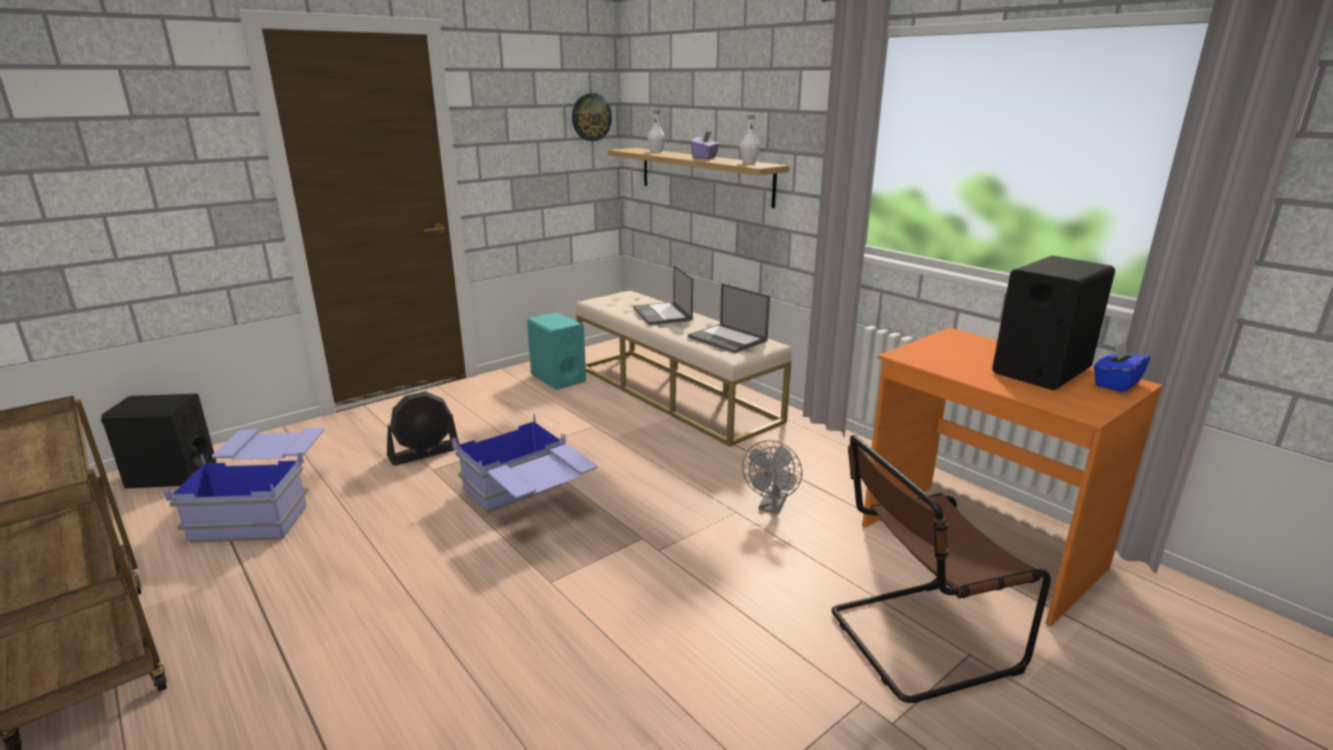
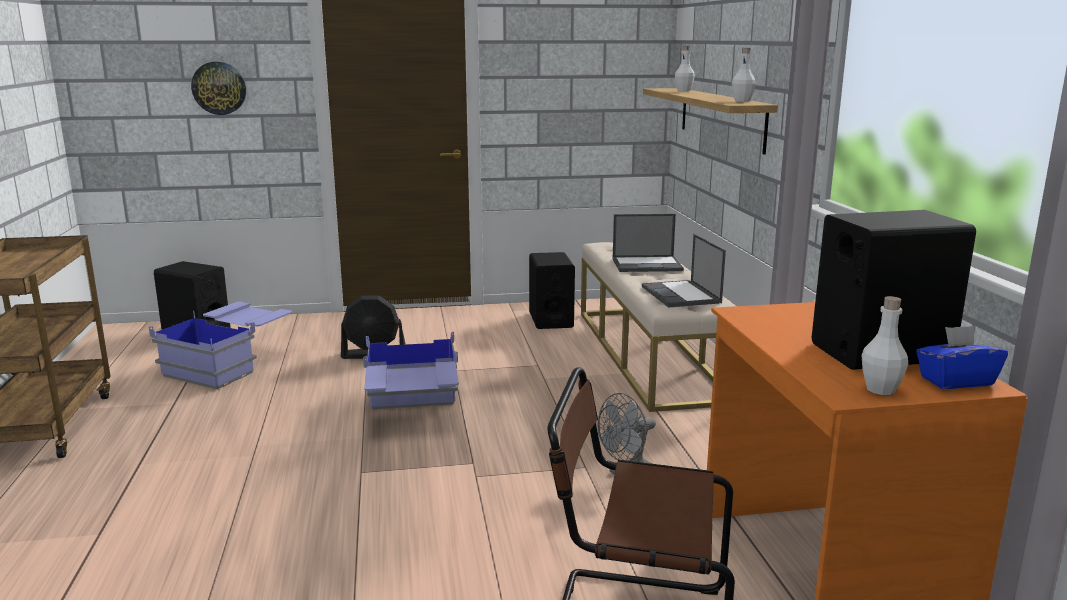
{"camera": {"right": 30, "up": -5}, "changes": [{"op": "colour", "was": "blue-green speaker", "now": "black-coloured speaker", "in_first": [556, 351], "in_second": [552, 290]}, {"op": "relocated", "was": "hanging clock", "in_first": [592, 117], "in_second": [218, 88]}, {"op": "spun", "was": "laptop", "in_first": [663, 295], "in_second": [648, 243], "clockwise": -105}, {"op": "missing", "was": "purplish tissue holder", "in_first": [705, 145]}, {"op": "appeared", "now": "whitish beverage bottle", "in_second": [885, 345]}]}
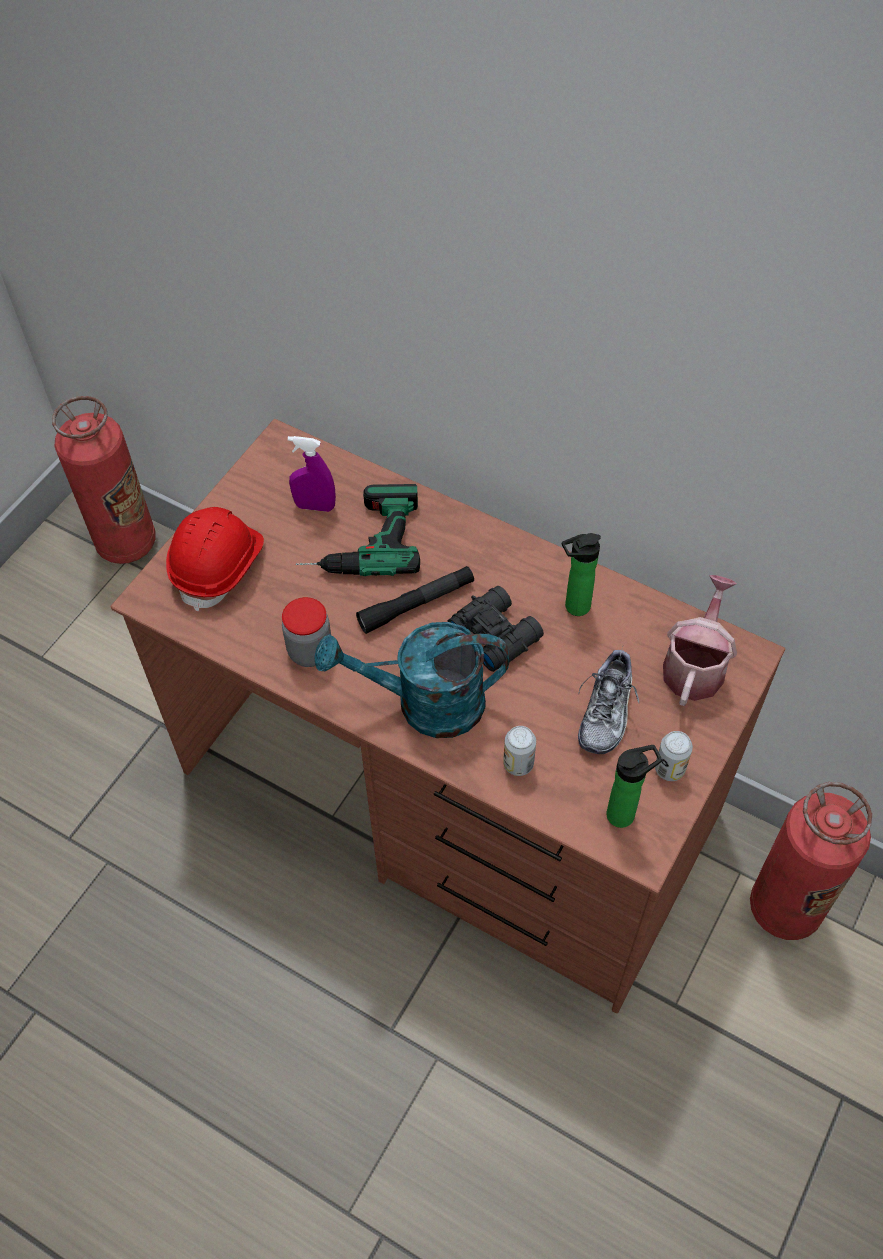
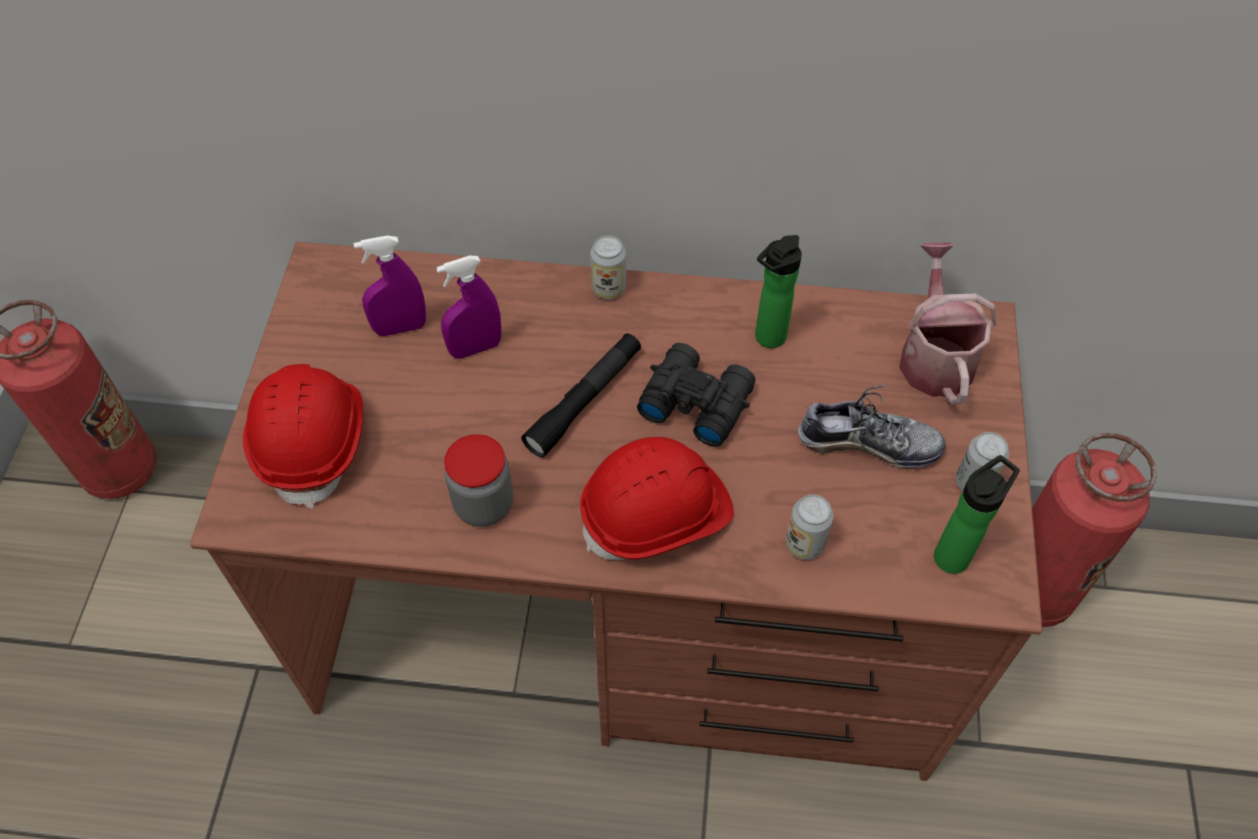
{"camera": {"right": -25, "up": 0}, "changes": [{"op": "exchanged", "was": "power drill", "now": "purplish hand sprayer", "in_first": [358, 530], "in_second": [469, 307]}, {"op": "exchanged", "was": "blue-green watering can", "now": "reddish safety helmet", "in_first": [411, 680], "in_second": [657, 498]}, {"op": "spun", "was": "shoe", "in_first": [608, 700], "in_second": [871, 426], "clockwise": -75}, {"op": "appeared", "now": "metal can", "in_second": [608, 267]}]}
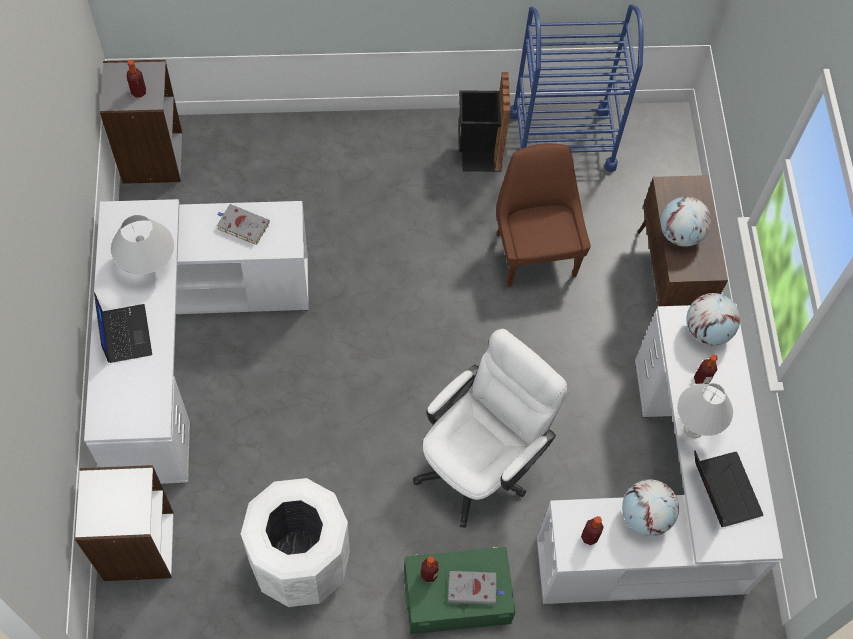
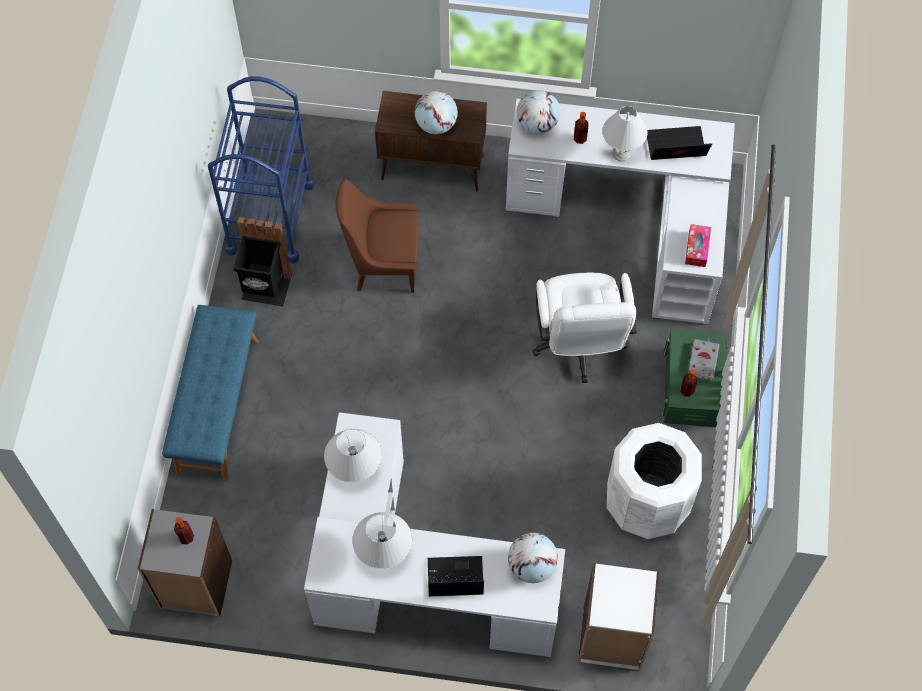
{"camera": {"right": -75, "up": 0}, "changes": [{"op": "exchanged", "was": "gray bound book", "now": "whitish tabletop lamp", "in_first": [243, 224], "in_second": [353, 455]}, {"op": "spun", "was": "whitish office chair", "in_first": [490, 428], "in_second": [584, 328], "clockwise": -150}, {"op": "exchanged", "was": "beverage bottle", "now": "tissue holder", "in_first": [592, 530], "in_second": [698, 245]}, {"op": "relocated", "was": "desk globe", "in_first": [650, 508], "in_second": [533, 558]}, {"op": "appeared", "now": "blue bench", "in_second": [210, 393]}]}
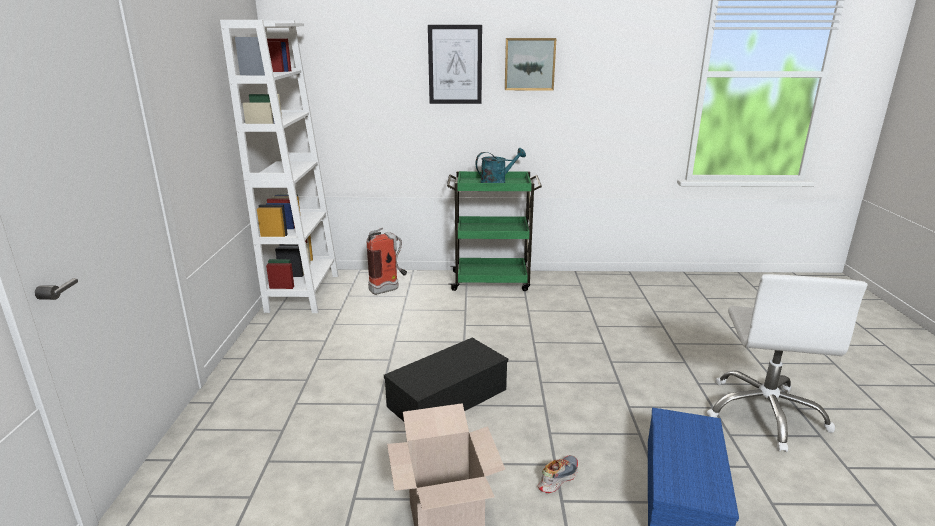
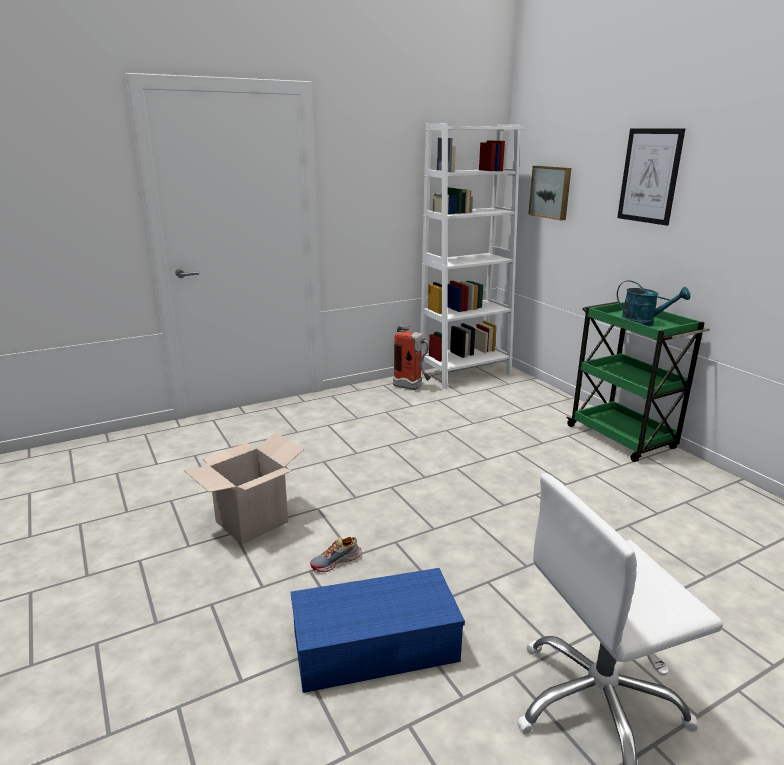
{"camera": {"right": 60, "up": 0}, "changes": [{"op": "relocated", "was": "extinguisher", "in_first": [387, 261], "in_second": [412, 357]}, {"op": "missing", "was": "black-coloured storage container", "in_first": [446, 379]}, {"op": "relocated", "was": "picture", "in_first": [530, 64], "in_second": [549, 193]}, {"op": "spun", "was": "shoe", "in_first": [558, 474], "in_second": [336, 554], "clockwise": 135}]}
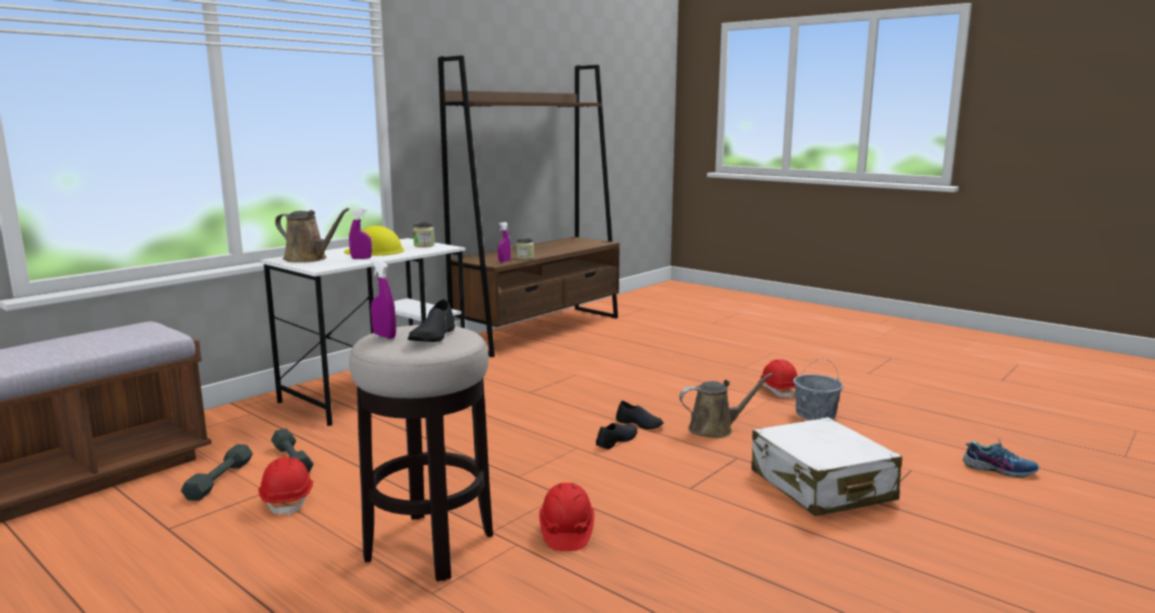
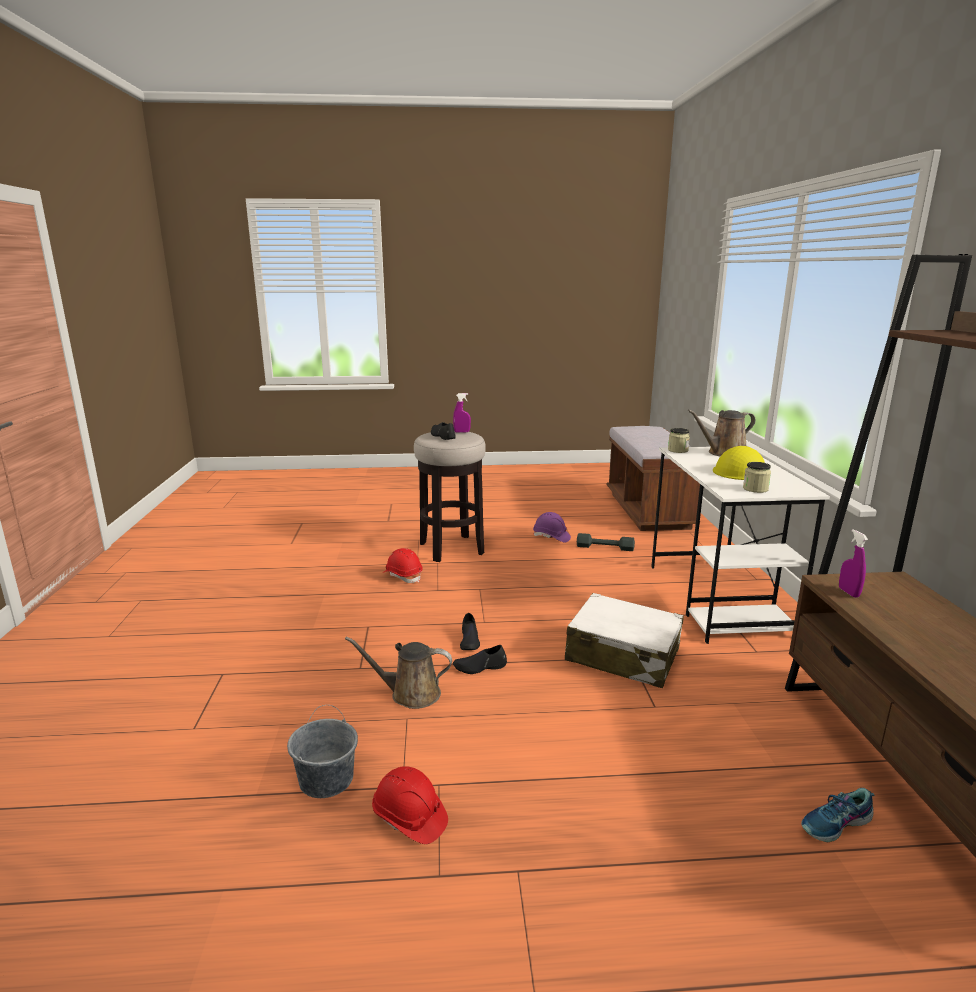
{"camera": {"right": 135, "up": 5}, "changes": [{"op": "missing", "was": "gray dumbbell", "in_first": [217, 472]}, {"op": "colour", "was": "reddish safety helmet", "now": "purplish safety helmet", "in_first": [285, 486], "in_second": [552, 527]}, {"op": "missing", "was": "purplish hand sprayer", "in_first": [360, 234]}, {"op": "relocated", "was": "preserve jar", "in_first": [525, 249], "in_second": [679, 440]}, {"op": "spun", "was": "brownish watering can", "in_first": [726, 405], "in_second": [398, 673], "clockwise": 60}, {"op": "relocated", "was": "whitish suitcase", "in_first": [827, 466], "in_second": [624, 640]}, {"op": "relocated", "was": "shoe", "in_first": [1001, 457], "in_second": [838, 815]}]}
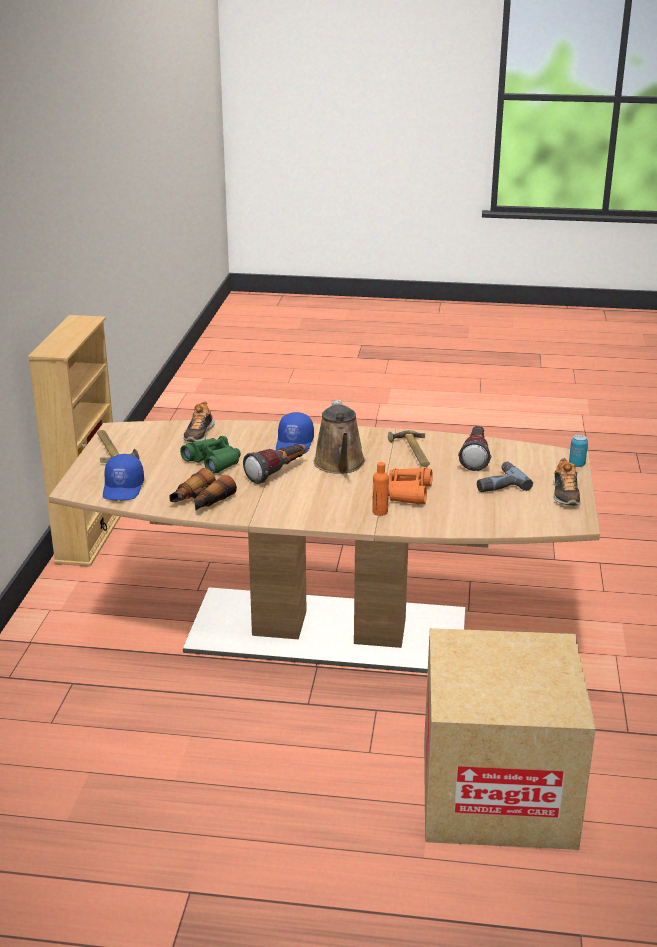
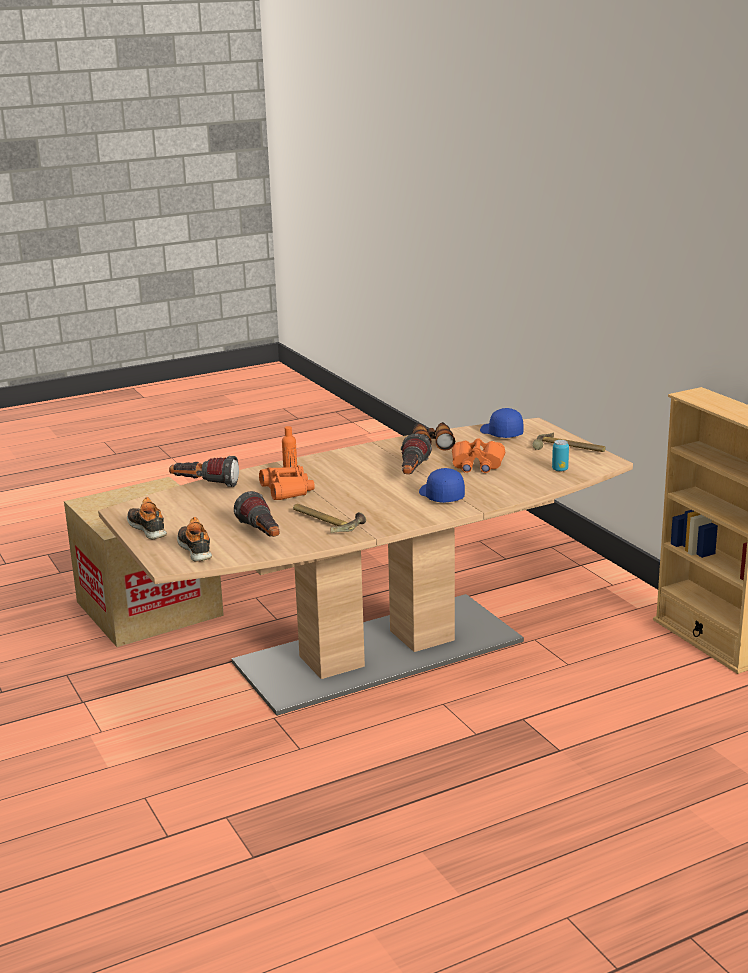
{"camera": {"right": 145, "up": -5}, "changes": [{"op": "colour", "was": "green-coloured pair of binoculars", "now": "orange pair of binoculars", "in_first": [210, 455], "in_second": [478, 455]}, {"op": "relocated", "was": "shoe", "in_first": [199, 421], "in_second": [194, 539]}, {"op": "missing", "was": "brownish watering can", "in_first": [339, 437]}, {"op": "missing", "was": "power drill", "in_first": [505, 477]}, {"op": "relocated", "was": "metal can", "in_first": [578, 451], "in_second": [560, 455]}, {"op": "appeared", "now": "hand torch", "in_second": [204, 471]}]}
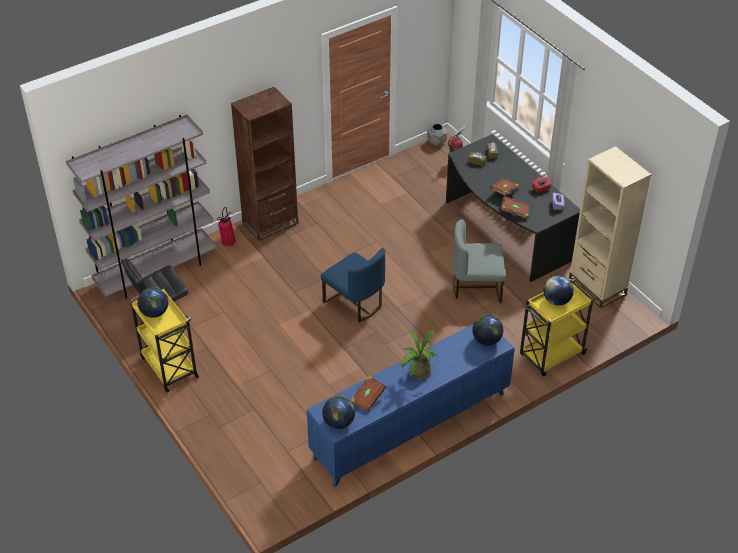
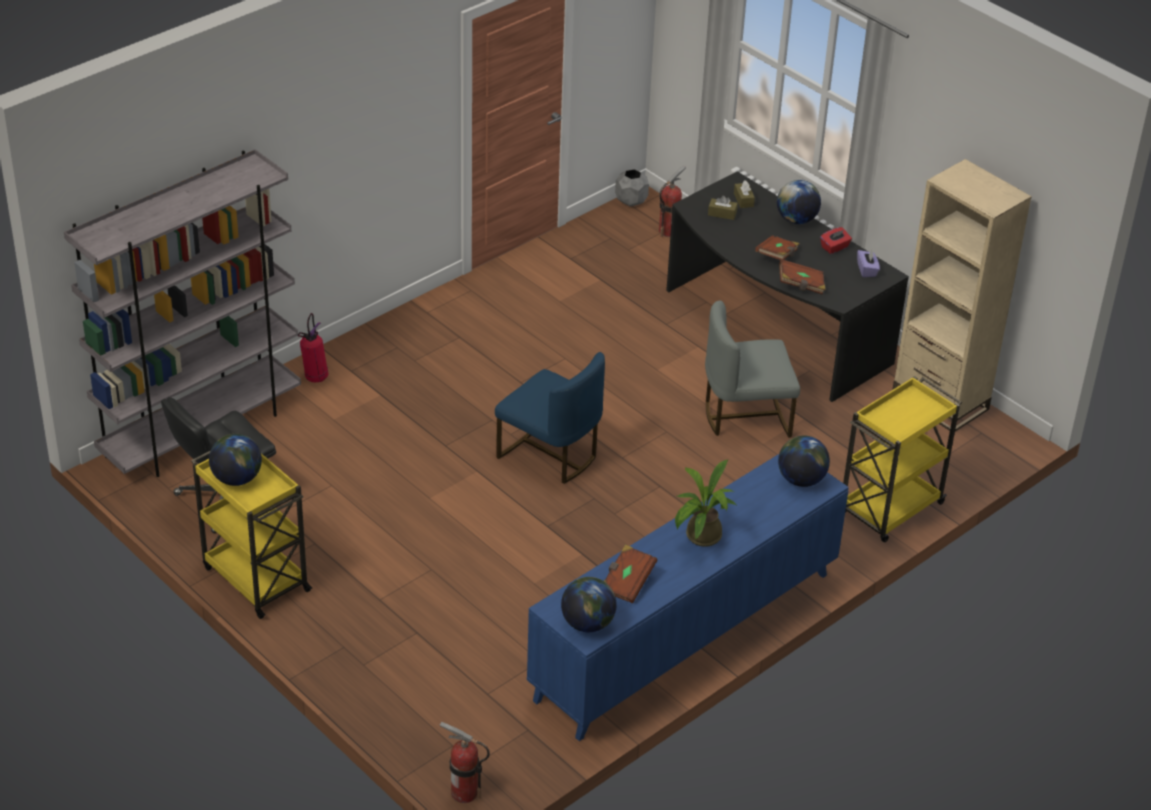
{"camera": {"right": -10, "up": -5}, "changes": [{"op": "missing", "was": "brownish bookshelf", "in_first": [264, 164]}, {"op": "relocated", "was": "desk globe", "in_first": [558, 291], "in_second": [799, 202]}, {"op": "appeared", "now": "extinguisher", "in_second": [465, 762]}]}
